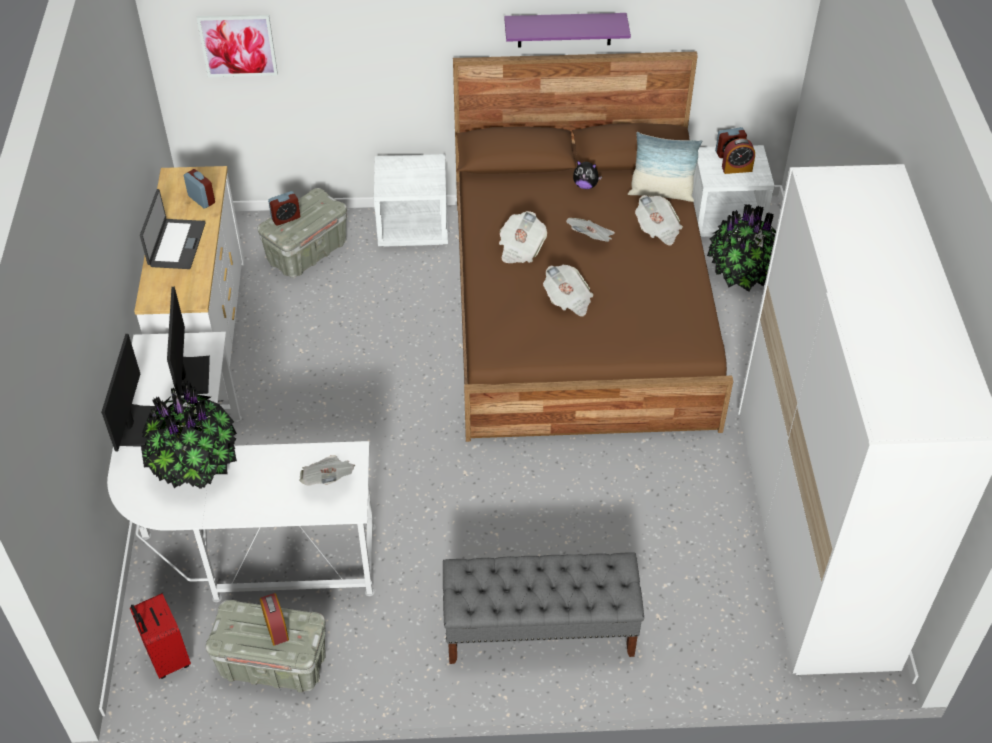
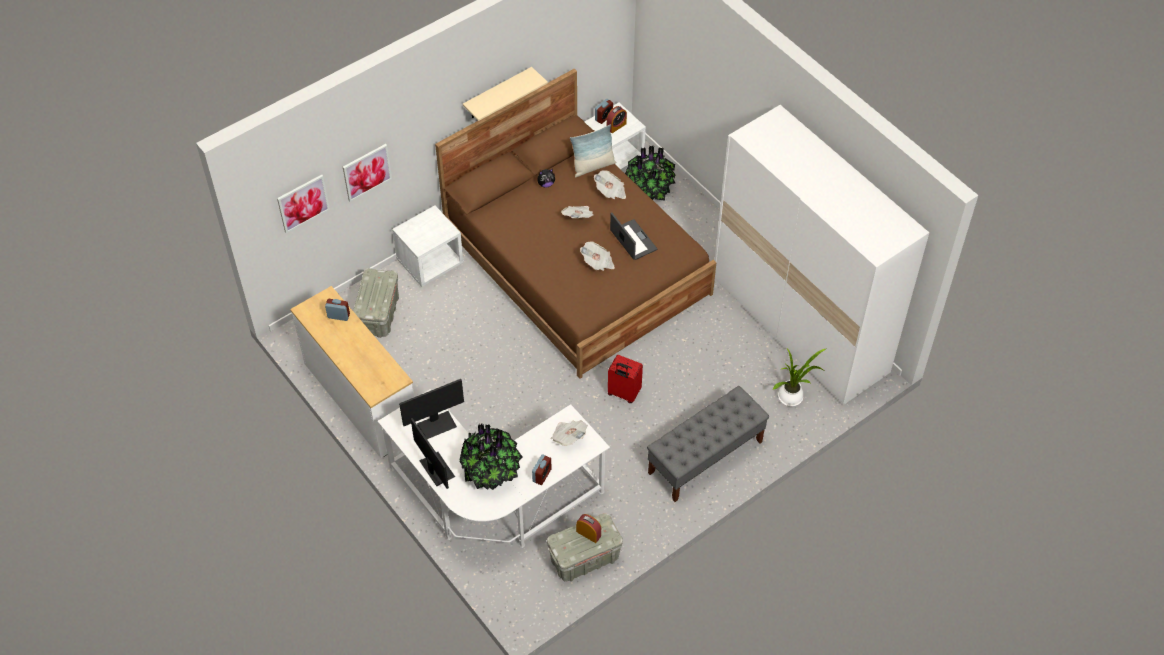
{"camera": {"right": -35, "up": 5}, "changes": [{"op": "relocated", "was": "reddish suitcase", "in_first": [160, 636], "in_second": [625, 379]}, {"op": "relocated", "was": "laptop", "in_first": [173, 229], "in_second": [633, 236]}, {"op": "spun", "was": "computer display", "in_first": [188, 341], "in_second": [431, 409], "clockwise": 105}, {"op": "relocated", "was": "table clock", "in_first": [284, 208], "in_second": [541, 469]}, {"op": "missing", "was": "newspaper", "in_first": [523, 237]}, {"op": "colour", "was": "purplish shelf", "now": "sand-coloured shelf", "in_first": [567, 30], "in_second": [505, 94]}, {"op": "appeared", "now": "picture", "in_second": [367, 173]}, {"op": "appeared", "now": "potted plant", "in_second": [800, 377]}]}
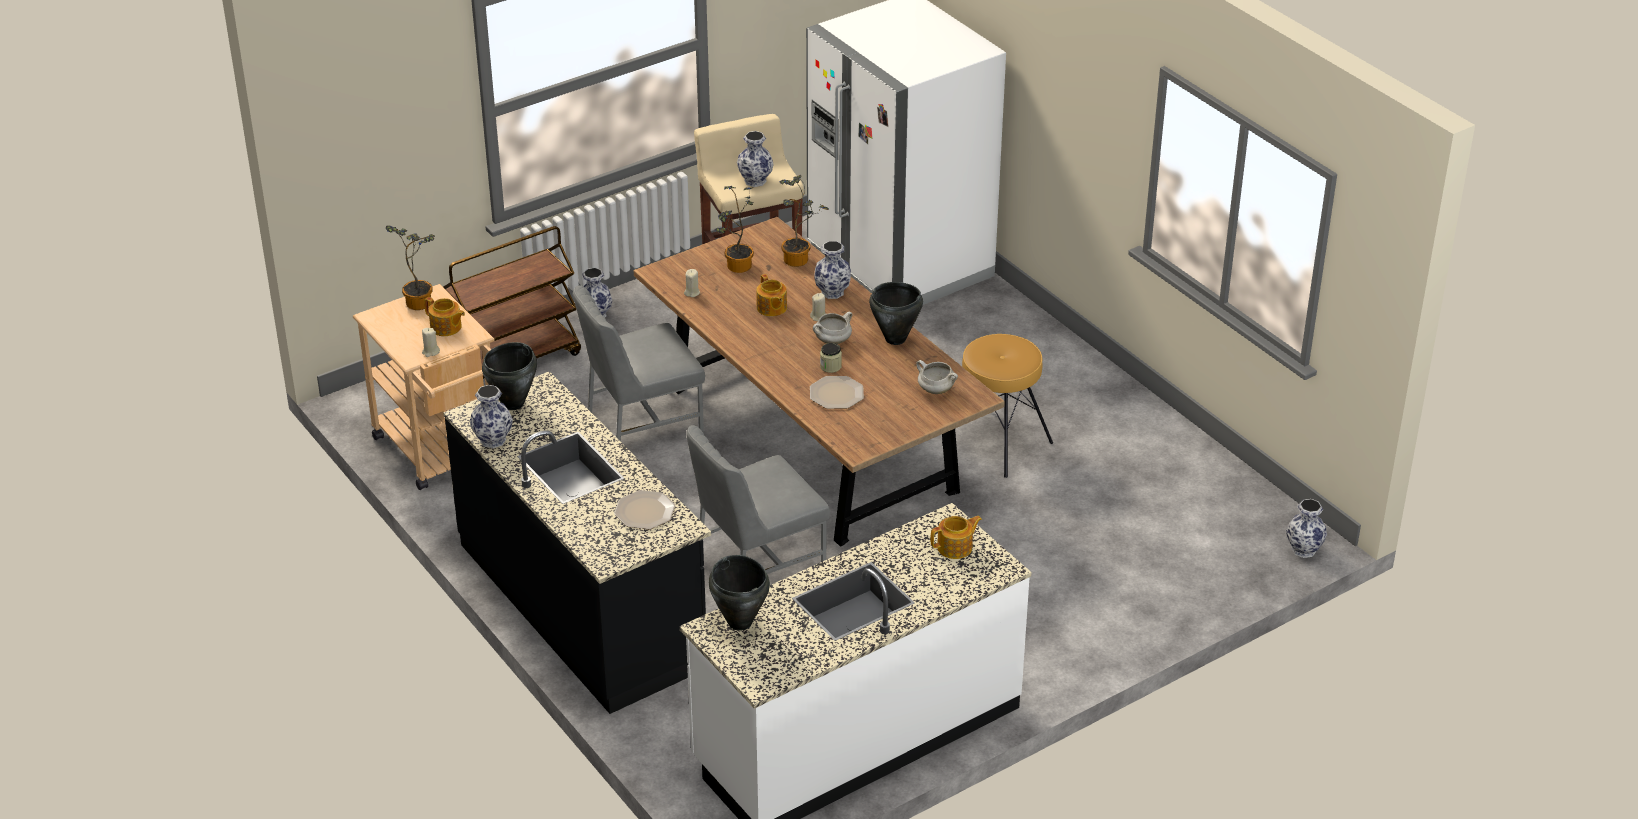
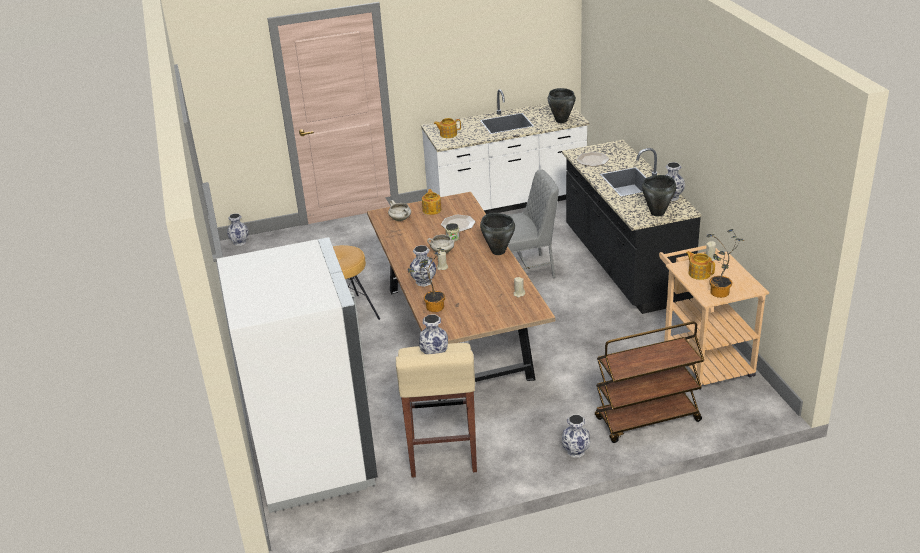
{"camera": {"right": -160, "up": -5}, "changes": [{"op": "missing", "was": "gray plain chair", "in_first": [639, 363]}, {"op": "missing", "was": "potted plant", "in_first": [734, 229]}, {"op": "relocated", "was": "tea pot", "in_first": [771, 295], "in_second": [431, 202]}, {"op": "relocated", "was": "black-coloured saucepot", "in_first": [896, 313], "in_second": [497, 234]}]}
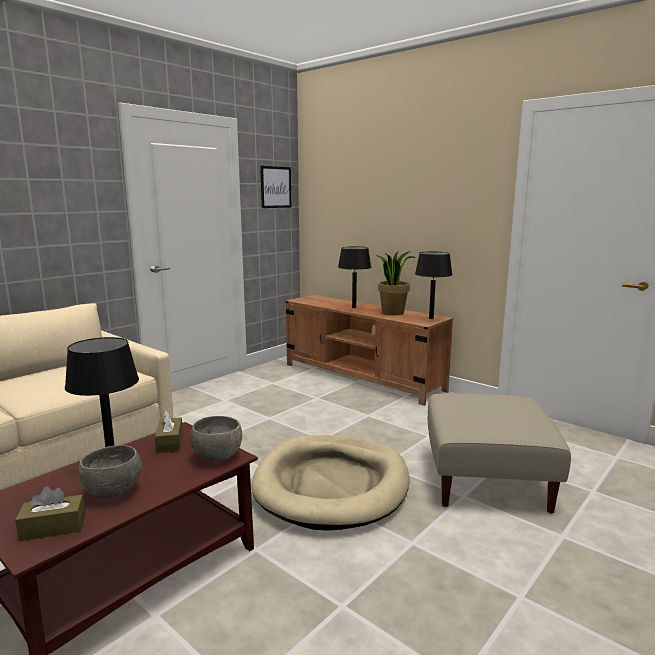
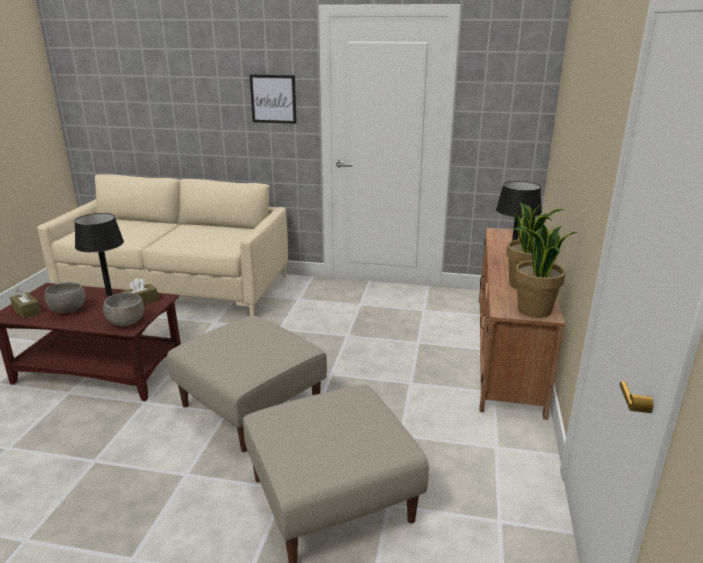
{"camera": {"right": 60, "up": 10}, "changes": [{"op": "exchanged", "was": "sand-coloured dog cushion", "now": "sand-coloured footrest", "in_first": [330, 483], "in_second": [247, 384]}, {"op": "relocated", "was": "picture", "in_first": [275, 187], "in_second": [273, 99]}, {"op": "exchanged", "was": "black-coloured tabletop lamp", "now": "potted plant", "in_first": [433, 285], "in_second": [545, 270]}]}
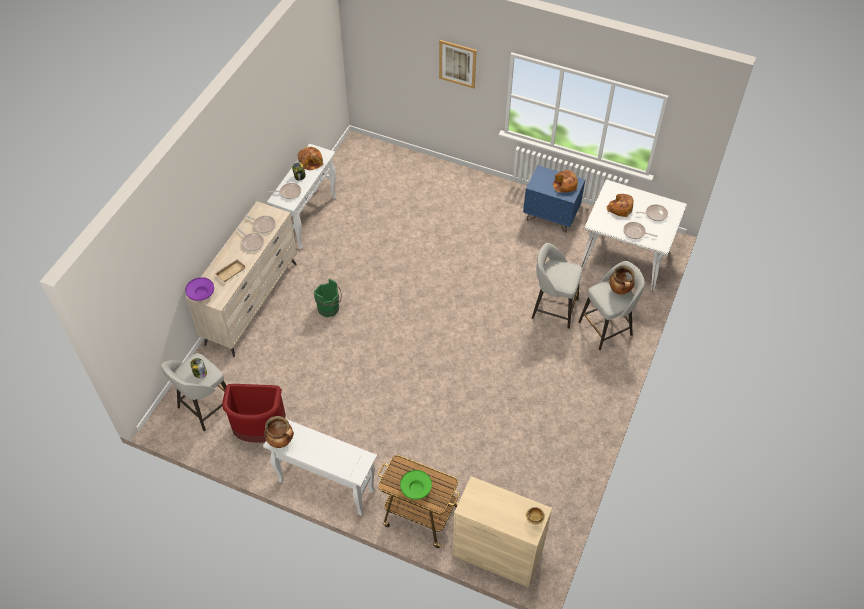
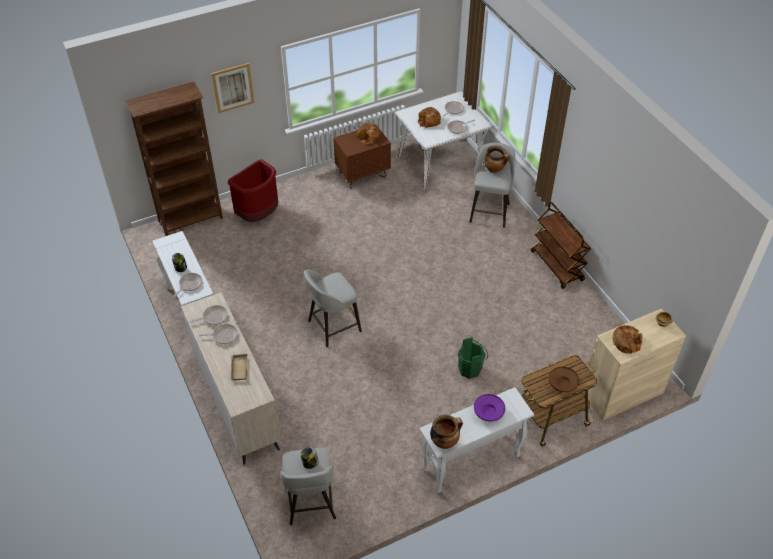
{"camera": {"right": -50, "up": -5}, "changes": [{"op": "relocated", "was": "purplish bowl", "in_first": [199, 289], "in_second": [489, 408]}, {"op": "relocated", "was": "reddish waste bin", "in_first": [254, 413], "in_second": [253, 190]}, {"op": "relocated", "was": "baked bread", "in_first": [310, 159], "in_second": [628, 339]}, {"op": "relocated", "was": "green-coloured bucket", "in_first": [328, 298], "in_second": [473, 358]}, {"op": "colour", "was": "green-coloured bowl", "now": "brownish bowl", "in_first": [416, 485], "in_second": [564, 380]}, {"op": "colour", "was": "blue bedside table", "now": "brownish bedside table", "in_first": [554, 199], "in_second": [362, 159]}, {"op": "relocated", "was": "gray stool", "in_first": [557, 286], "in_second": [333, 308]}, {"op": "appeared", "now": "brownish bookshelf", "in_second": [174, 158]}, {"op": "appeared", "now": "brownish cart", "in_second": [561, 245]}]}
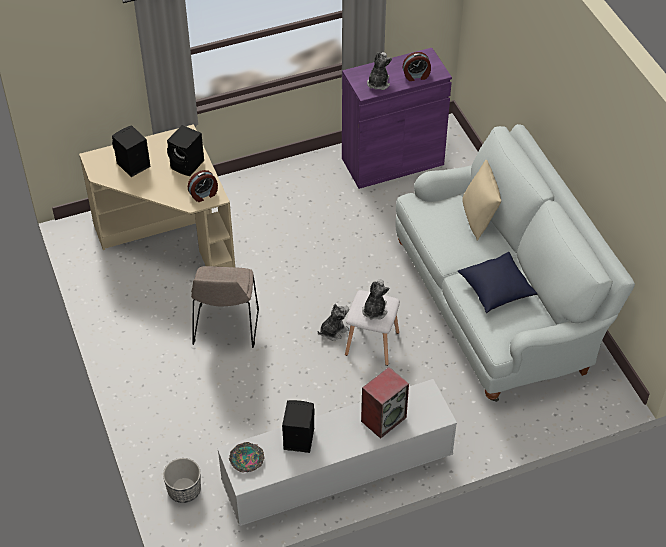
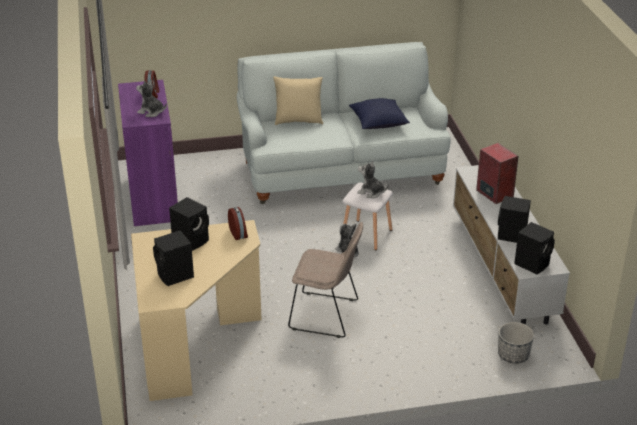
{"camera": {"right": -80, "up": -15}, "changes": [{"op": "exchanged", "was": "bowl", "now": "black-coloured speaker", "in_first": [247, 457], "in_second": [534, 248]}]}
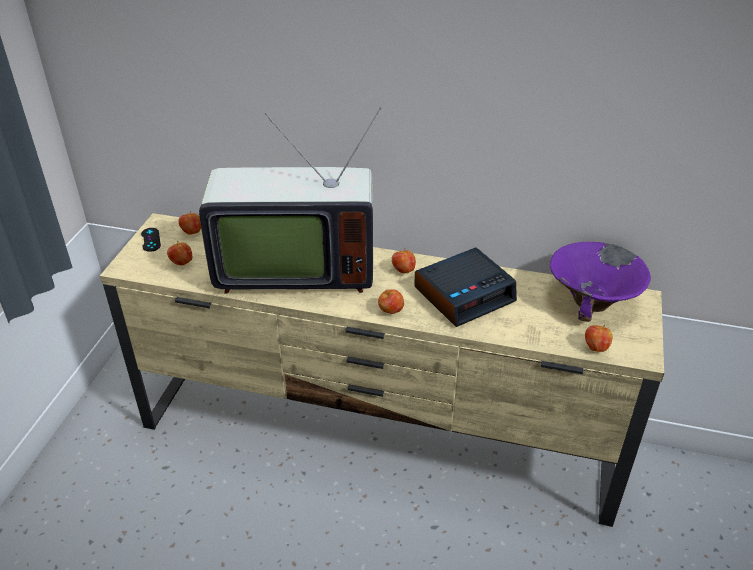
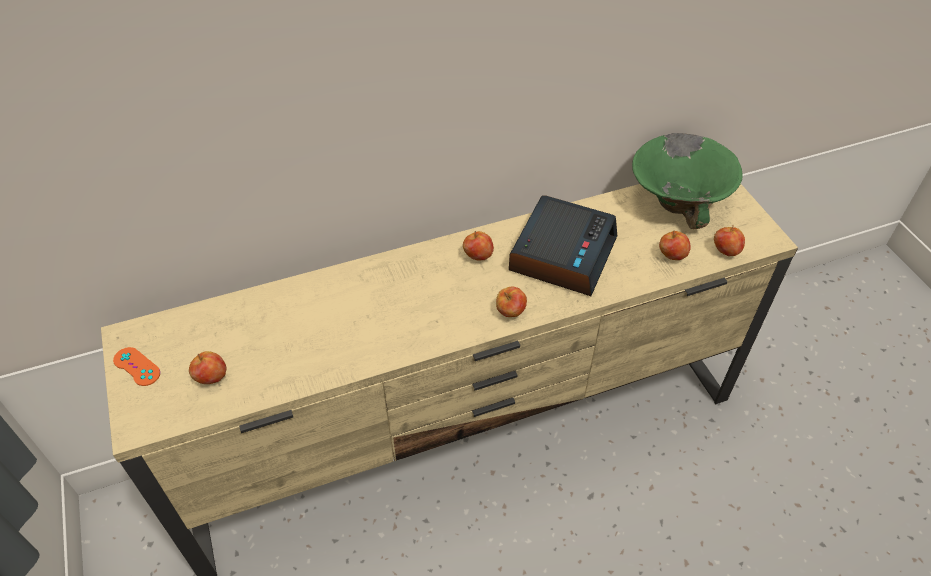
{"camera": {"right": -35, "up": 10}, "changes": [{"op": "colour", "was": "black-coloured joypad", "now": "orange joypad", "in_first": [151, 240], "in_second": [136, 366]}, {"op": "relocated", "was": "apple", "in_first": [190, 223], "in_second": [675, 245]}, {"op": "missing", "was": "TV set", "in_first": [290, 200]}, {"op": "colour", "was": "purplish bowl", "now": "green-coloured bowl", "in_first": [600, 282], "in_second": [687, 181]}]}
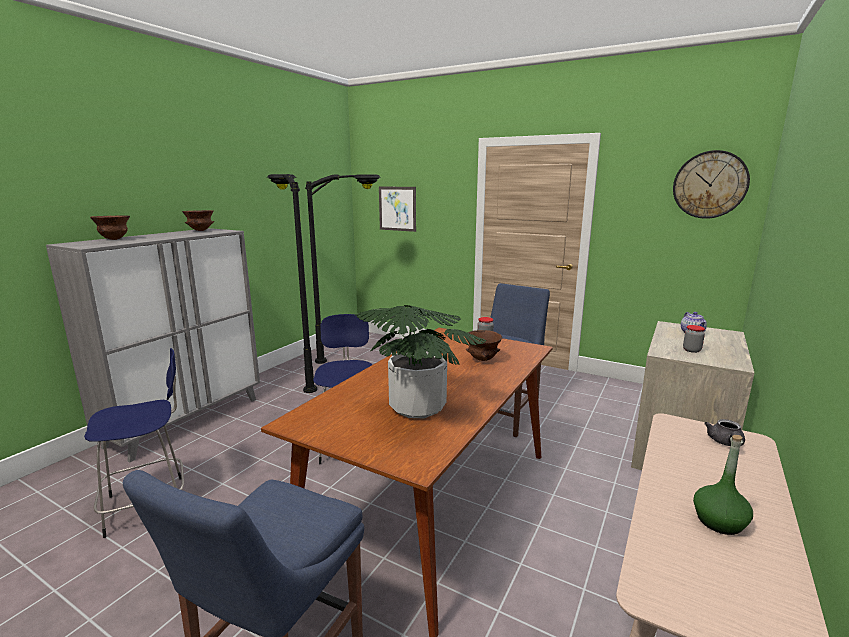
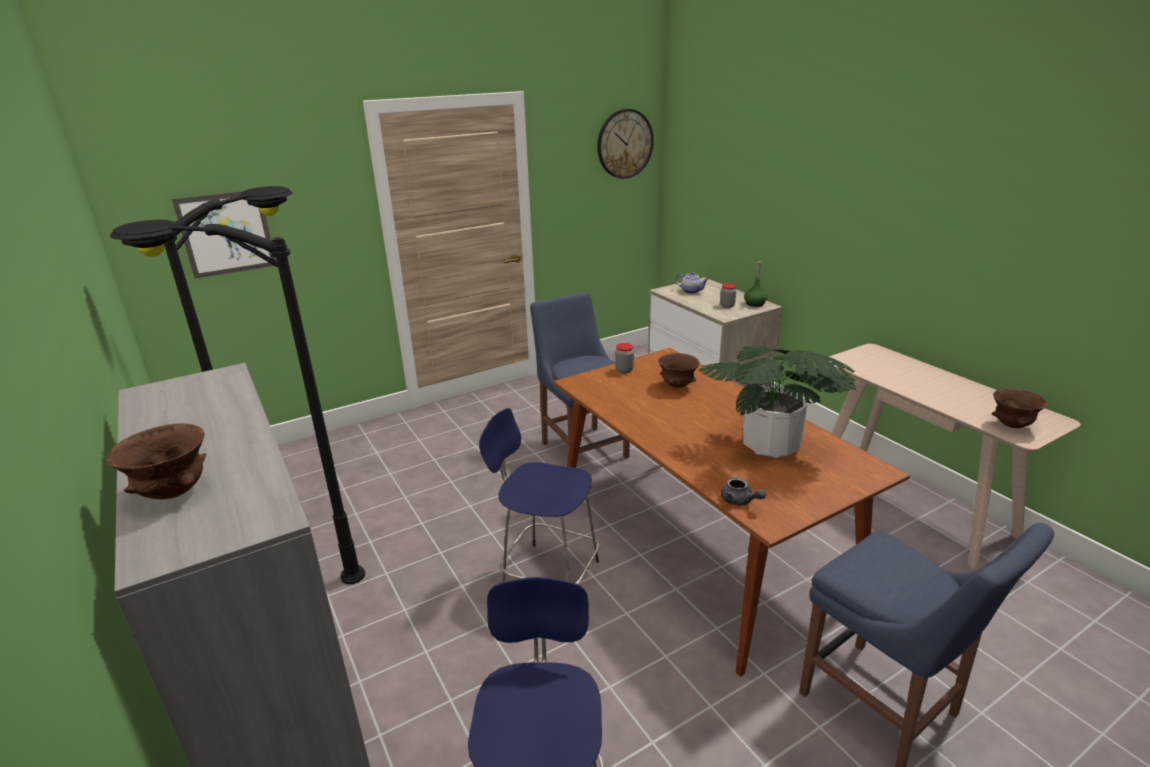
{"camera": {"right": -60, "up": 10}, "changes": [{"op": "relocated", "was": "brownish bowl", "in_first": [198, 220], "in_second": [1020, 408]}, {"op": "relocated", "was": "green-coloured beverage bottle", "in_first": [723, 485], "in_second": [756, 284]}, {"op": "relocated", "was": "gray tea pot", "in_first": [724, 432], "in_second": [743, 491]}]}
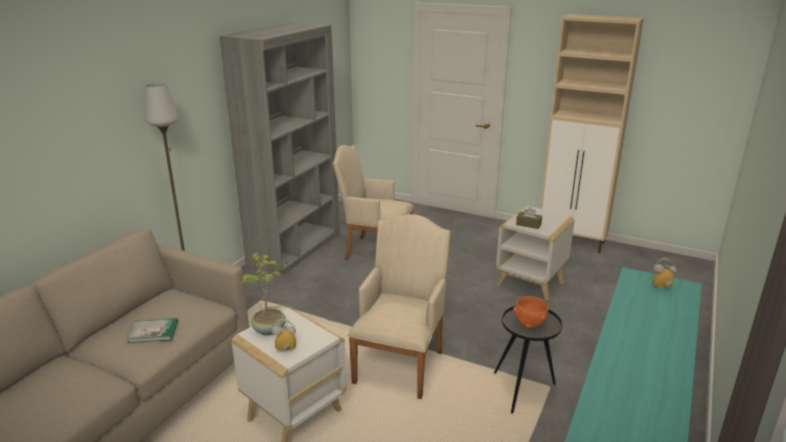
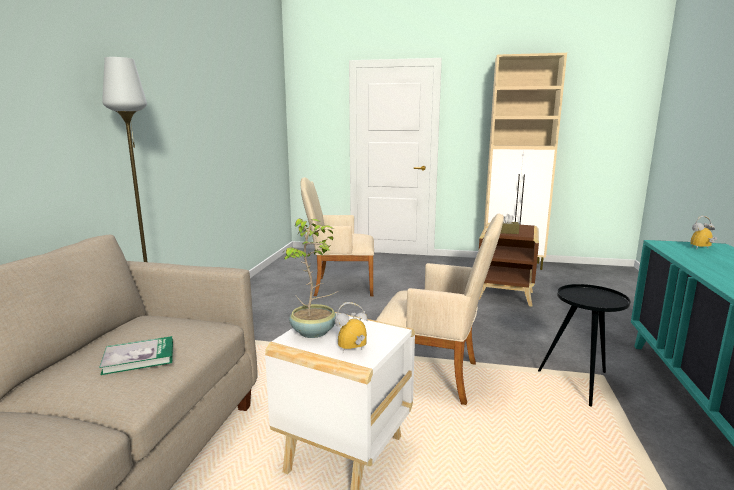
{"camera": {"right": -15, "up": -10}, "changes": [{"op": "missing", "was": "gray bookshelf", "in_first": [279, 149]}, {"op": "spun", "was": "sand-coloured easy chair", "in_first": [399, 306], "in_second": [440, 309], "clockwise": 105}, {"op": "colour", "was": "whitish end table", "now": "brownish end table", "in_first": [535, 253], "in_second": [509, 265]}, {"op": "missing", "was": "orange bowl", "in_first": [531, 312]}]}
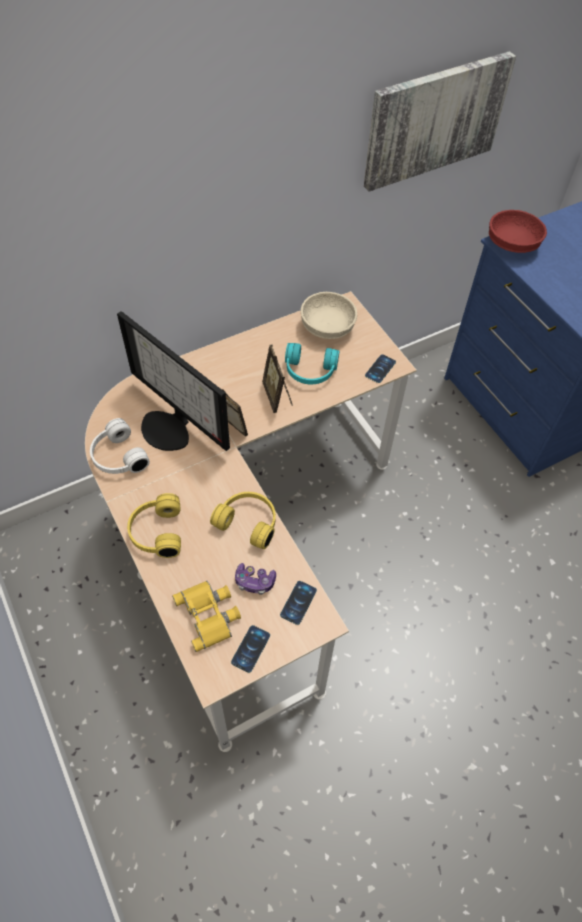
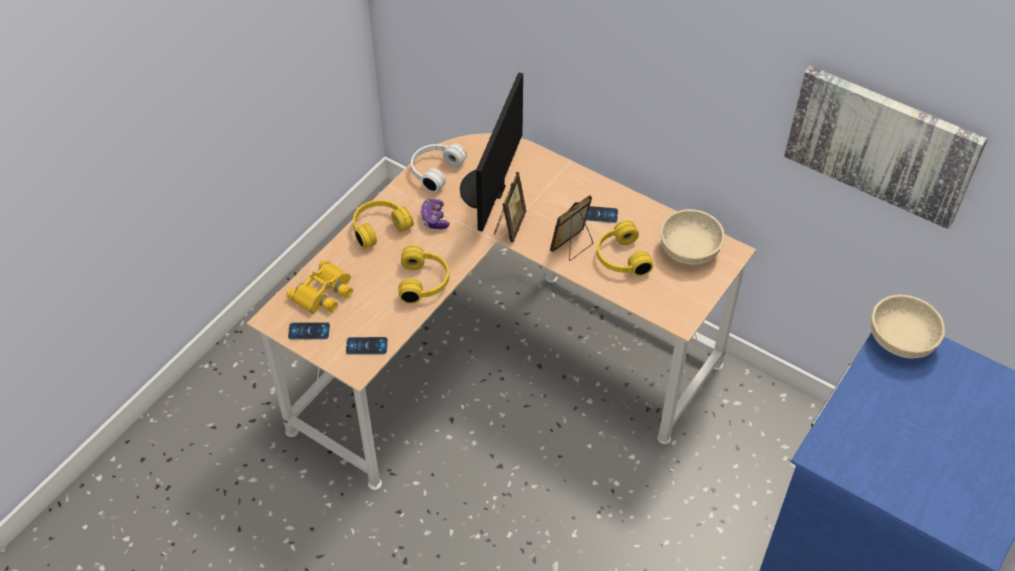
{"camera": {"right": 65, "up": -5}, "changes": [{"op": "relocated", "was": "joypad", "in_first": [255, 579], "in_second": [435, 214]}, {"op": "colour", "was": "blue-green headset", "now": "yellow headset", "in_first": [312, 363], "in_second": [625, 248]}, {"op": "relocated", "was": "handset", "in_first": [380, 368], "in_second": [602, 214]}, {"op": "colour", "was": "reddish bowl", "now": "sand-coloured bowl", "in_first": [518, 231], "in_second": [908, 326]}]}
